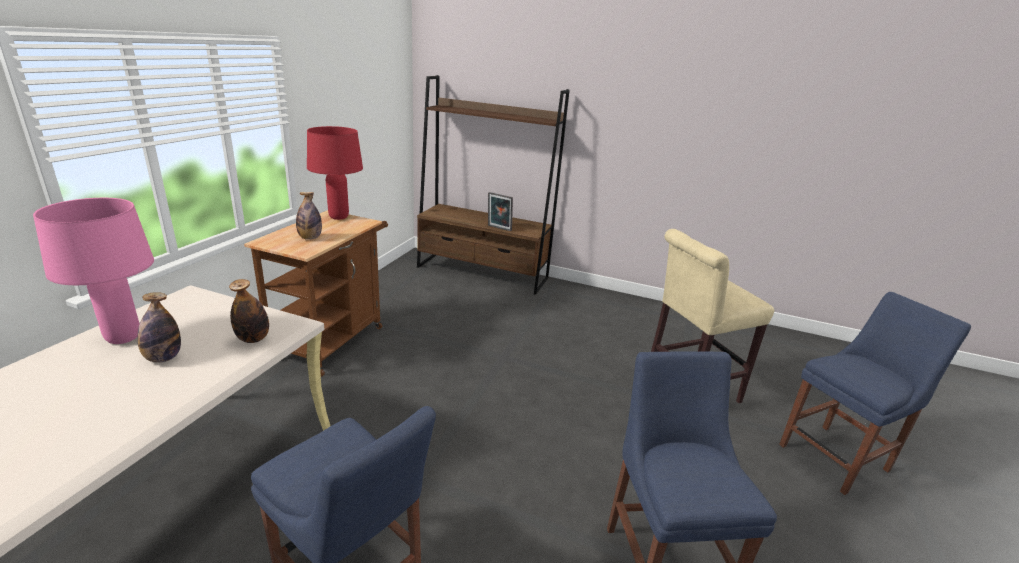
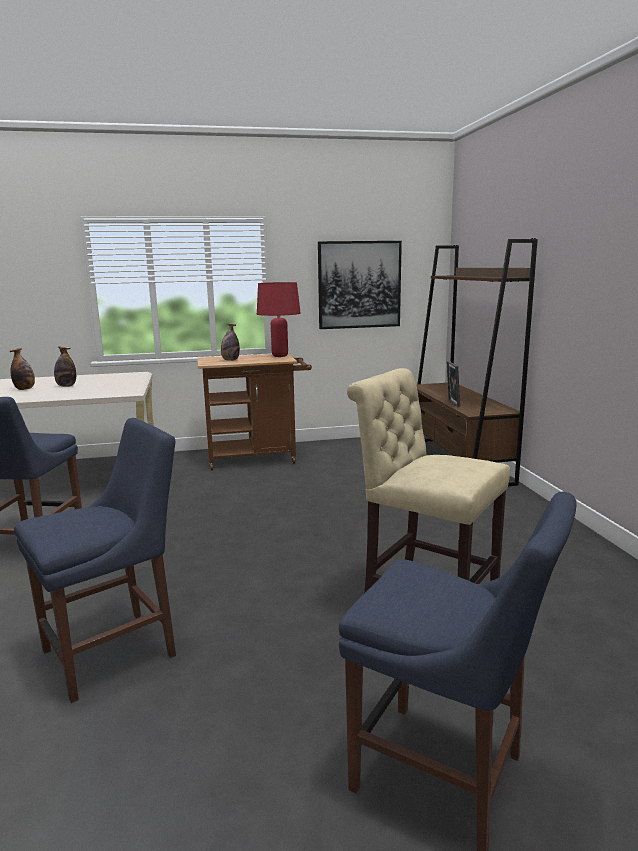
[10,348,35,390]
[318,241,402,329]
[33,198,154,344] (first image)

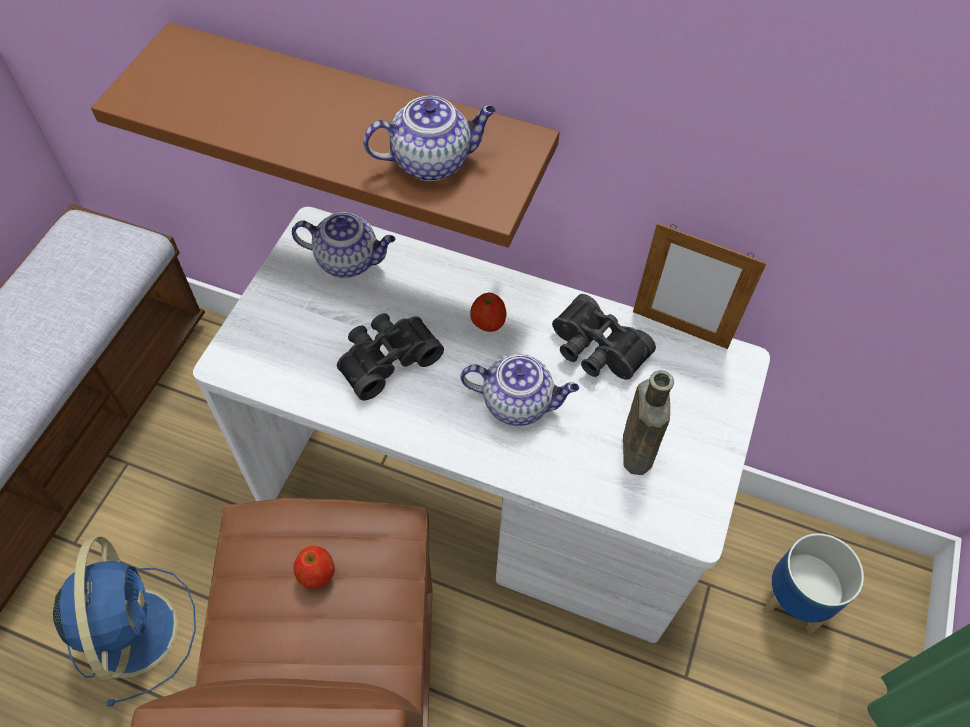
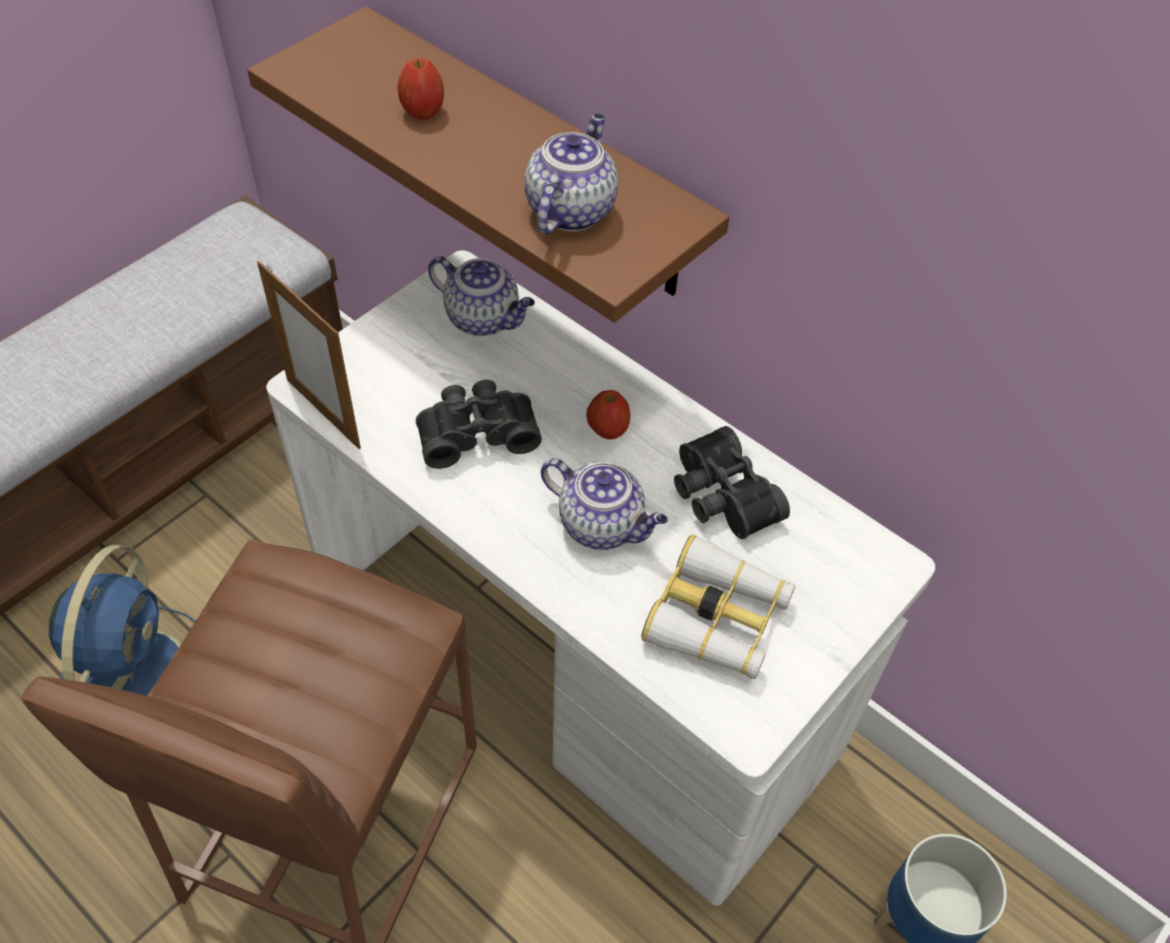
[257,261,361,449]
[398,58,444,120]
[524,114,618,234]
[641,534,795,679]

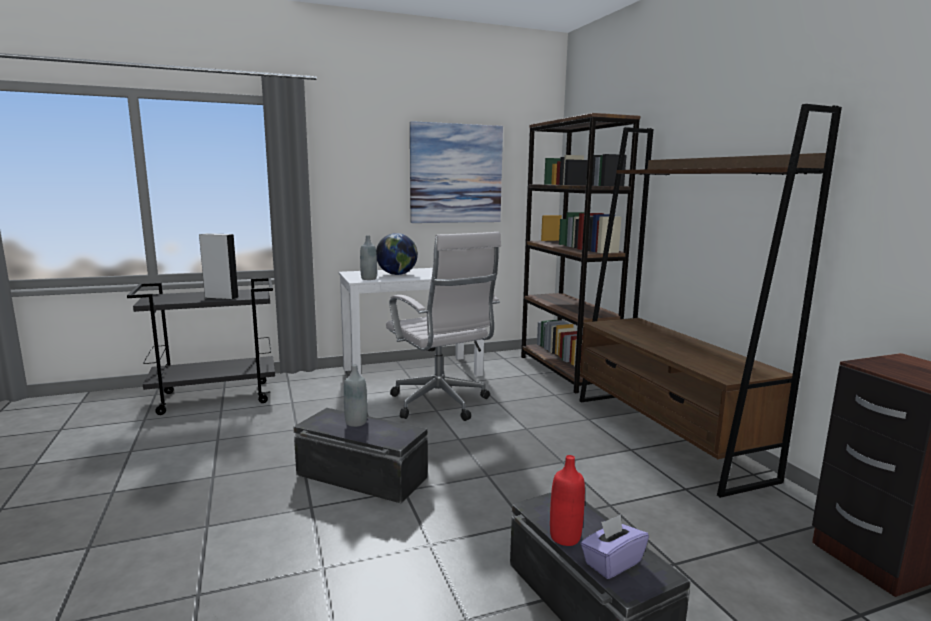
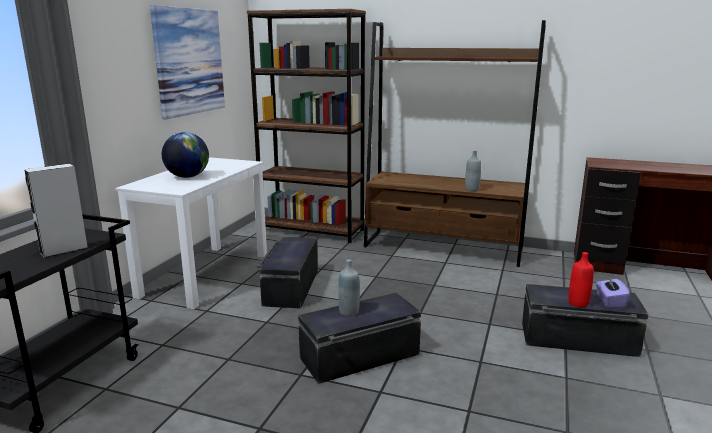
[258,237,318,309]
[465,150,481,191]

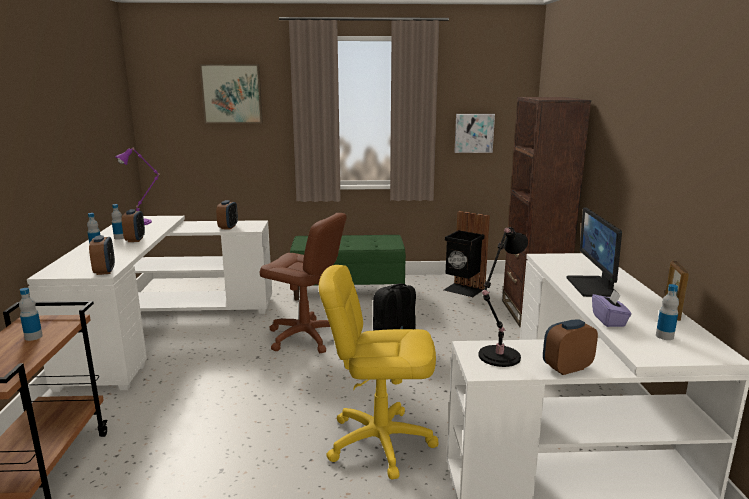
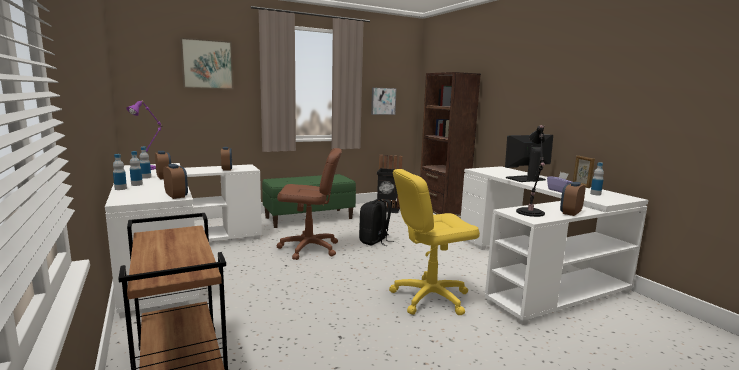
[113,154,127,190]
[505,135,553,182]

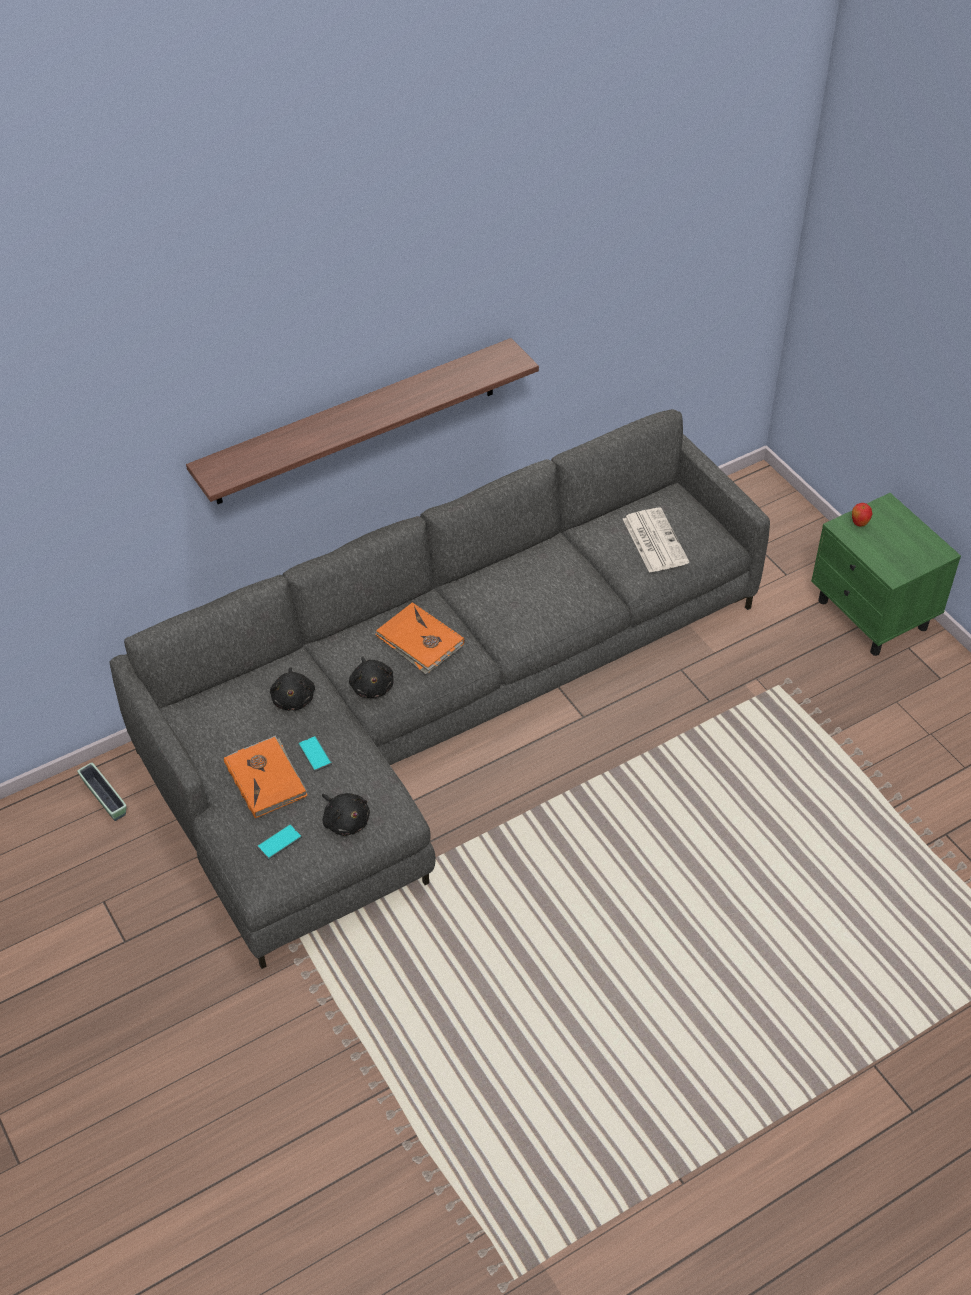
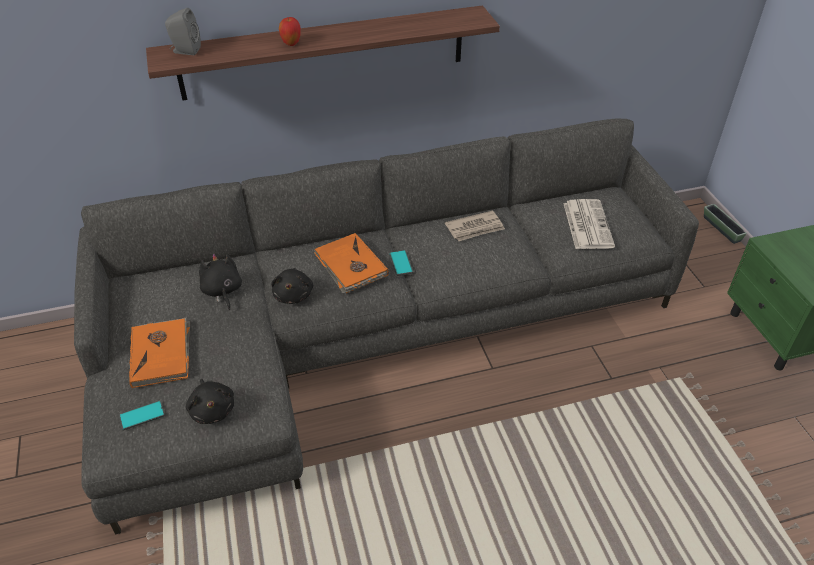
[165,8,201,55]
[199,253,242,310]
[279,17,301,46]
[390,250,413,276]
[445,211,505,241]
[704,204,746,244]

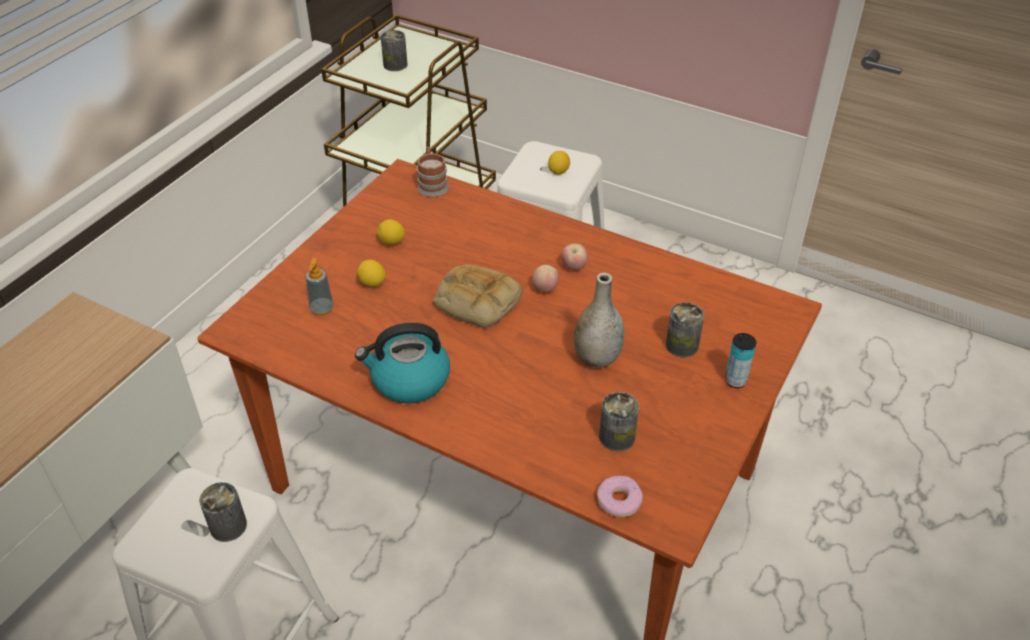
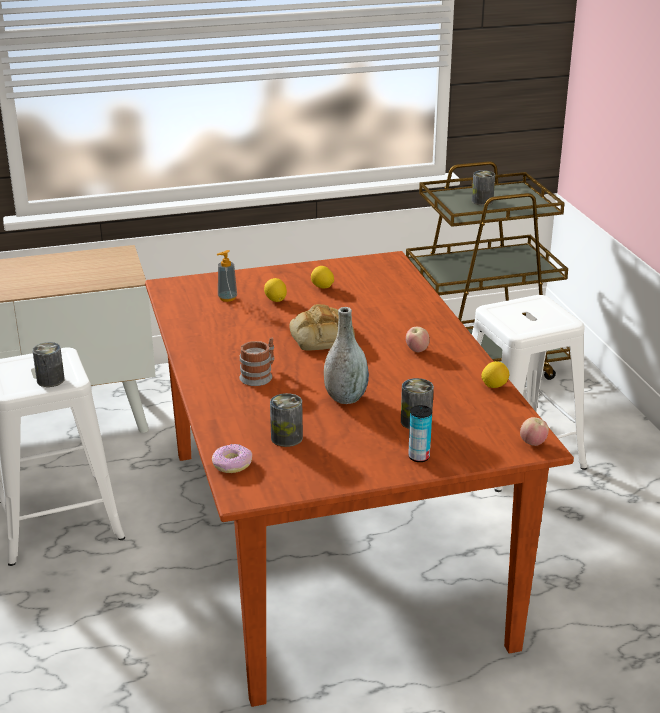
[239,337,274,386]
[481,361,509,388]
[520,417,549,446]
[355,323,450,403] (first image)

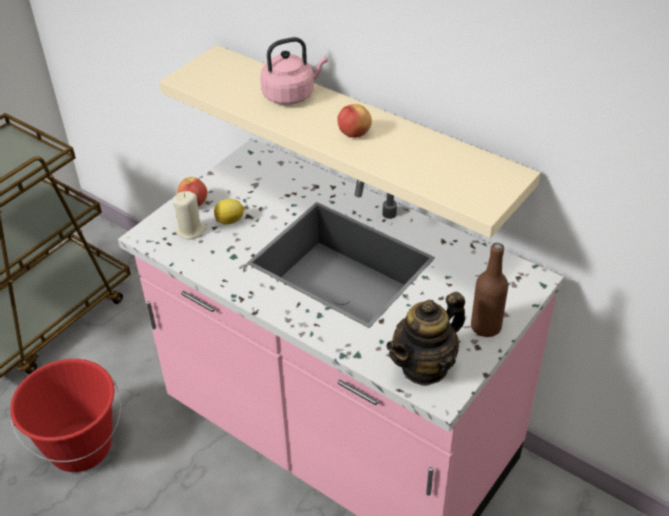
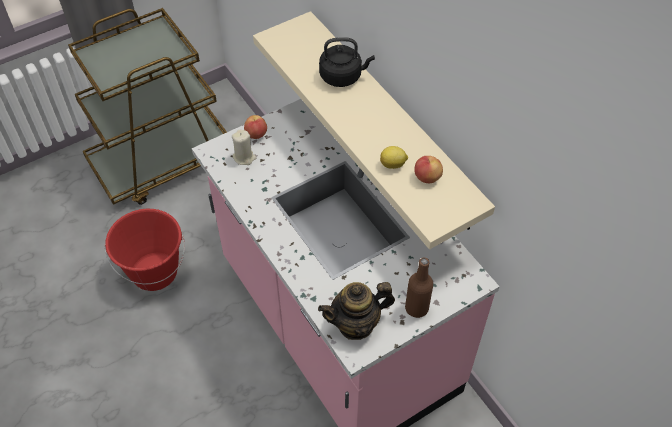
[319,37,375,87]
[380,146,408,169]
[414,156,443,183]

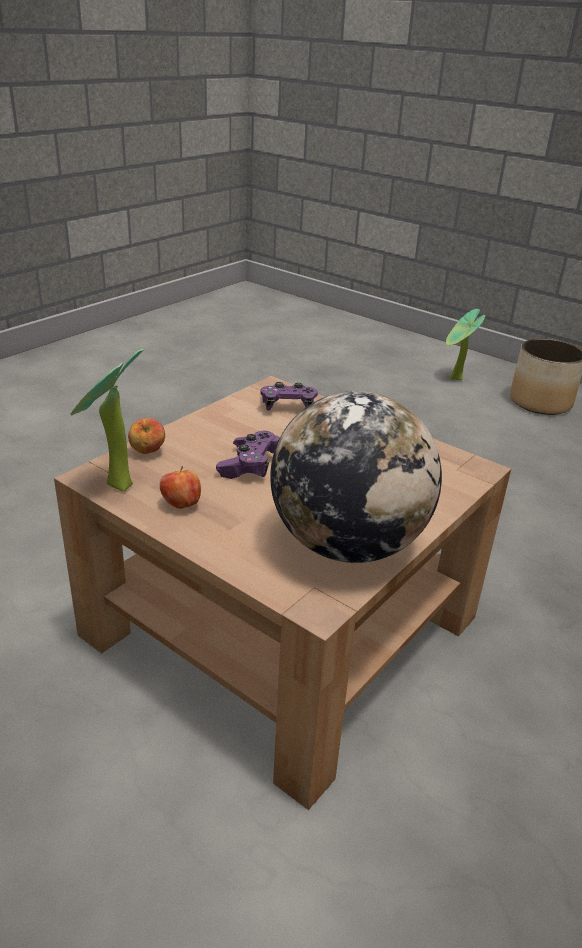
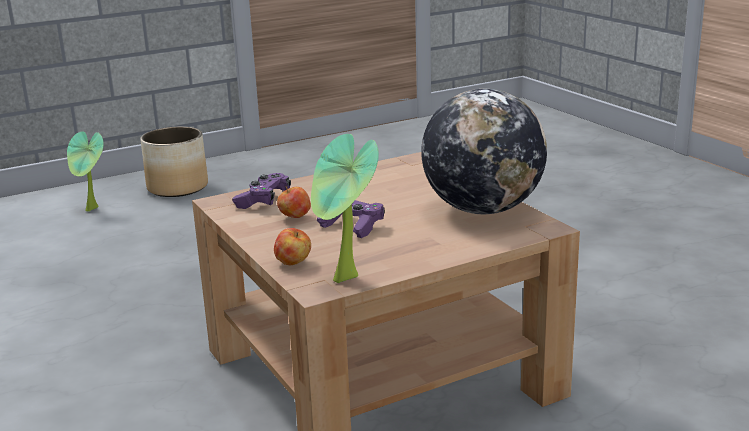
[277,186,311,218]

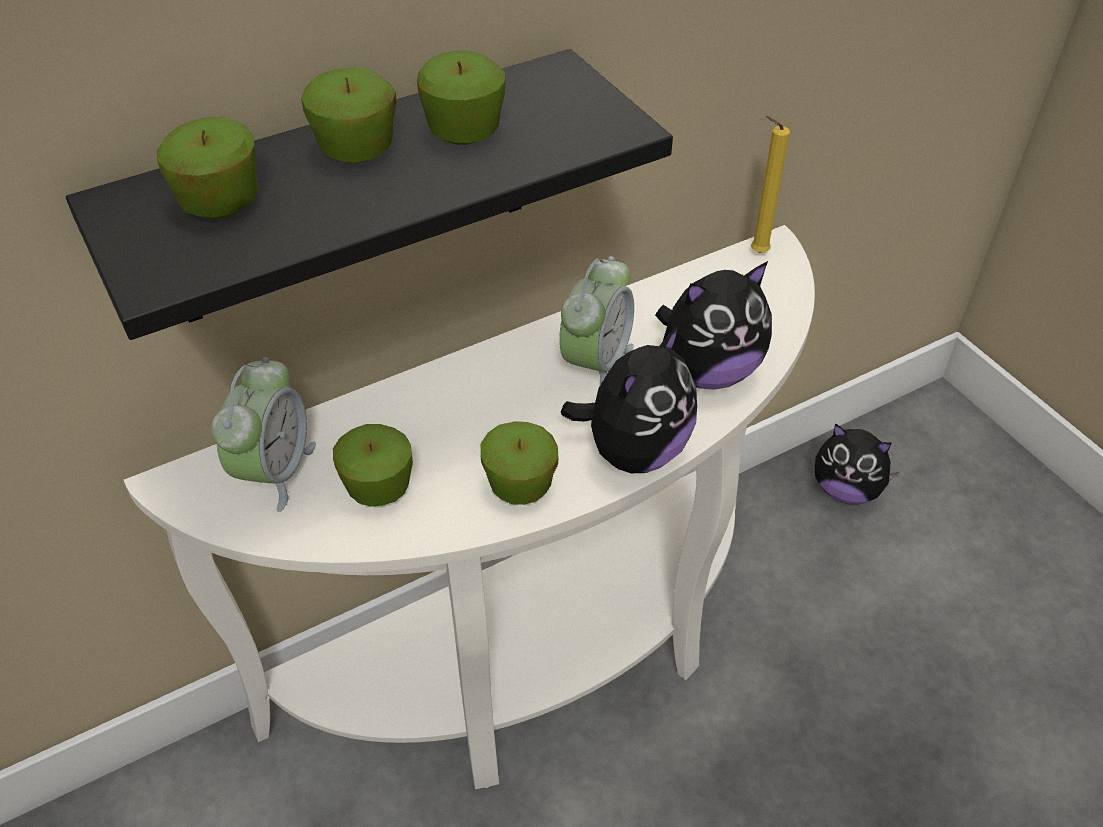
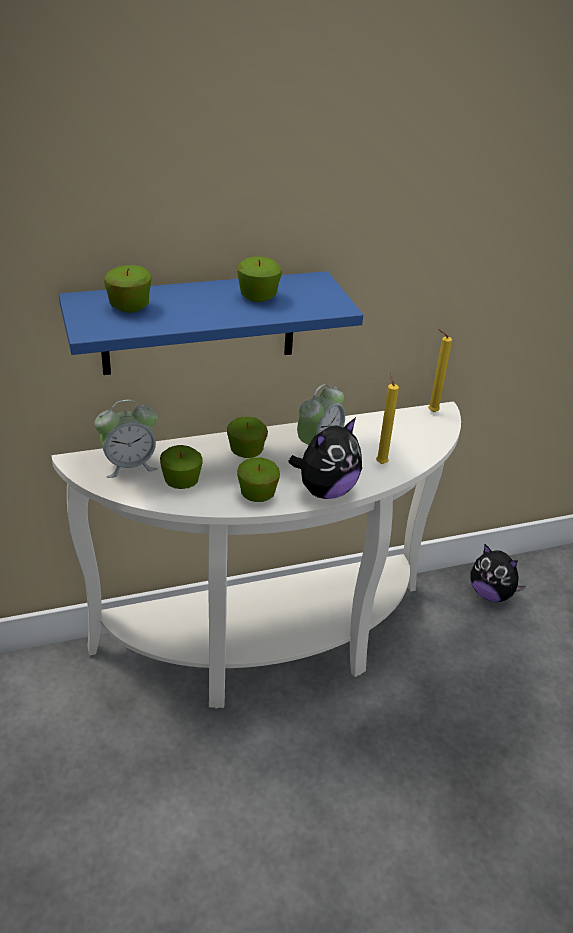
[59,271,363,375]
[95,400,158,478]
[227,417,268,458]
[376,372,399,464]

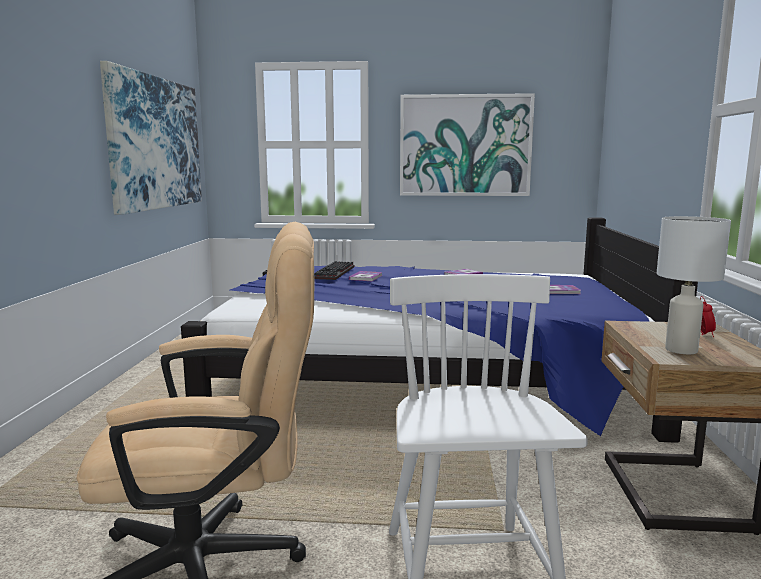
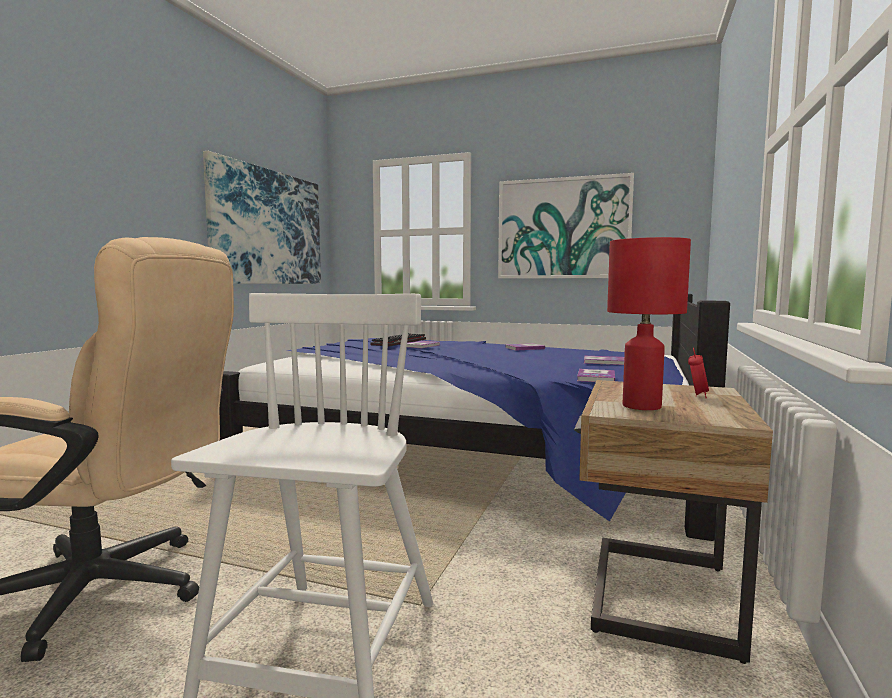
[577,369,615,382]
[607,237,691,410]

